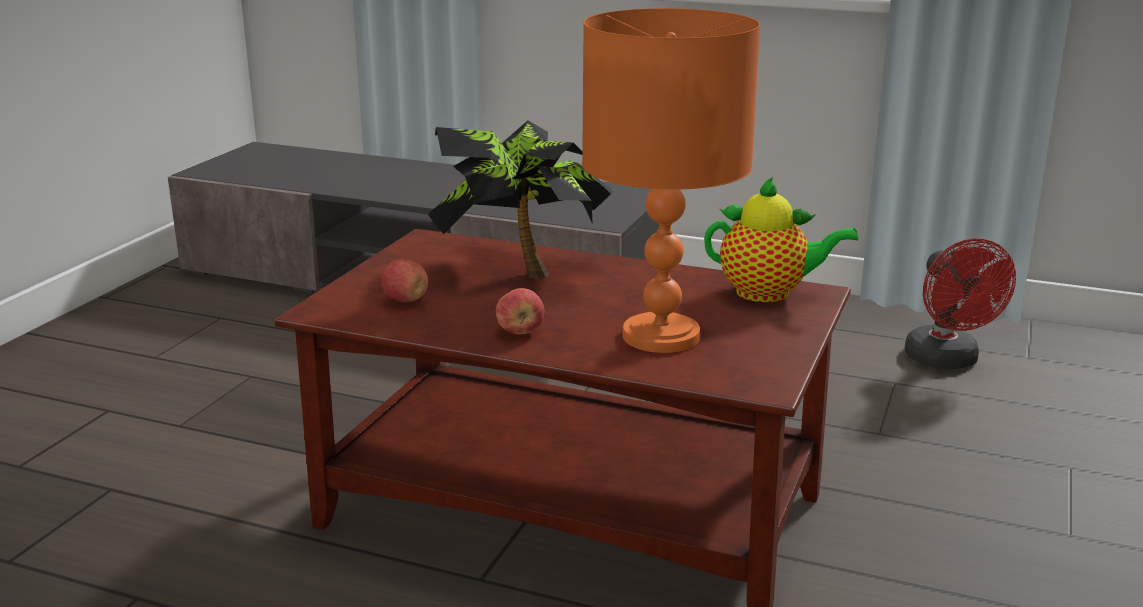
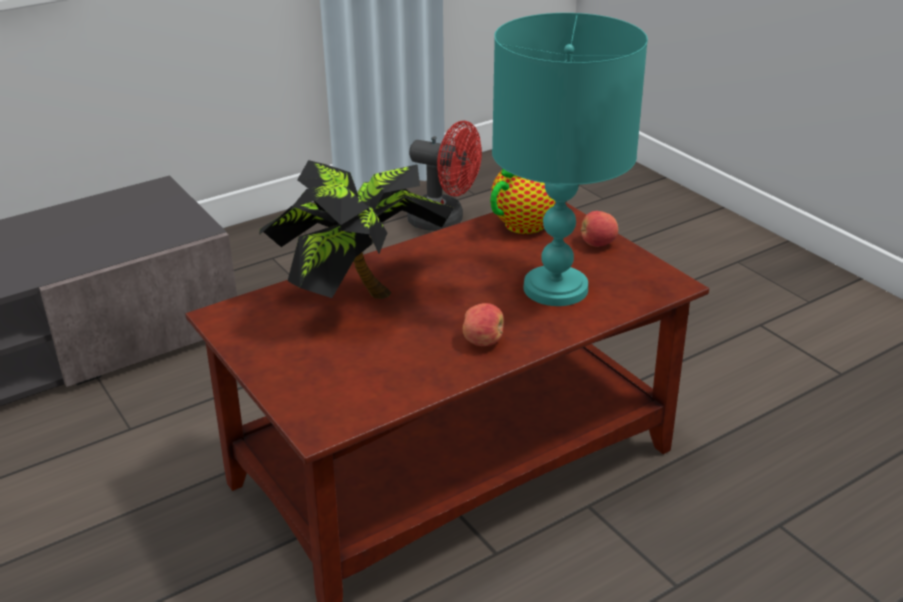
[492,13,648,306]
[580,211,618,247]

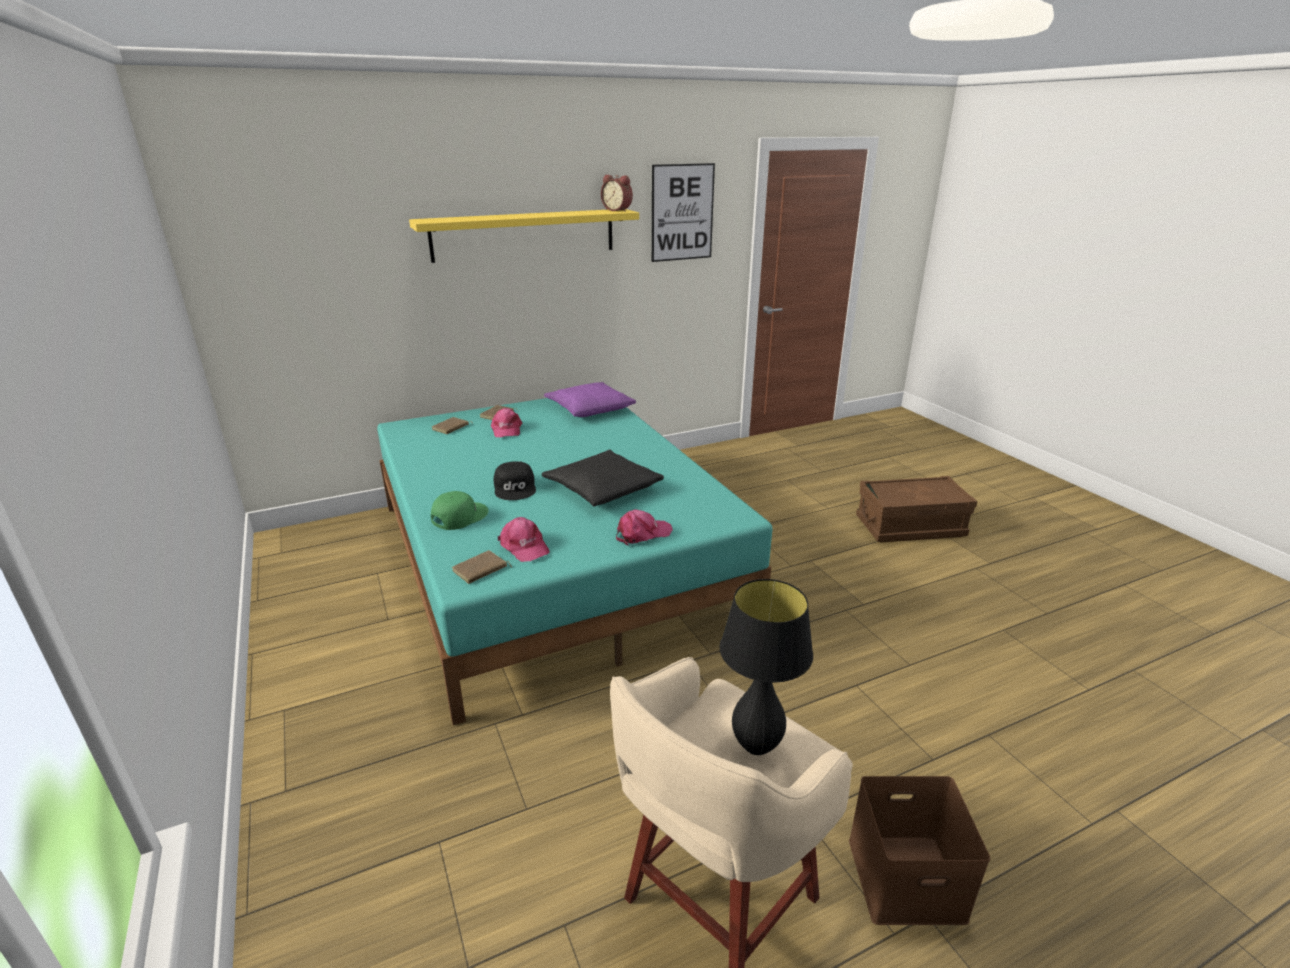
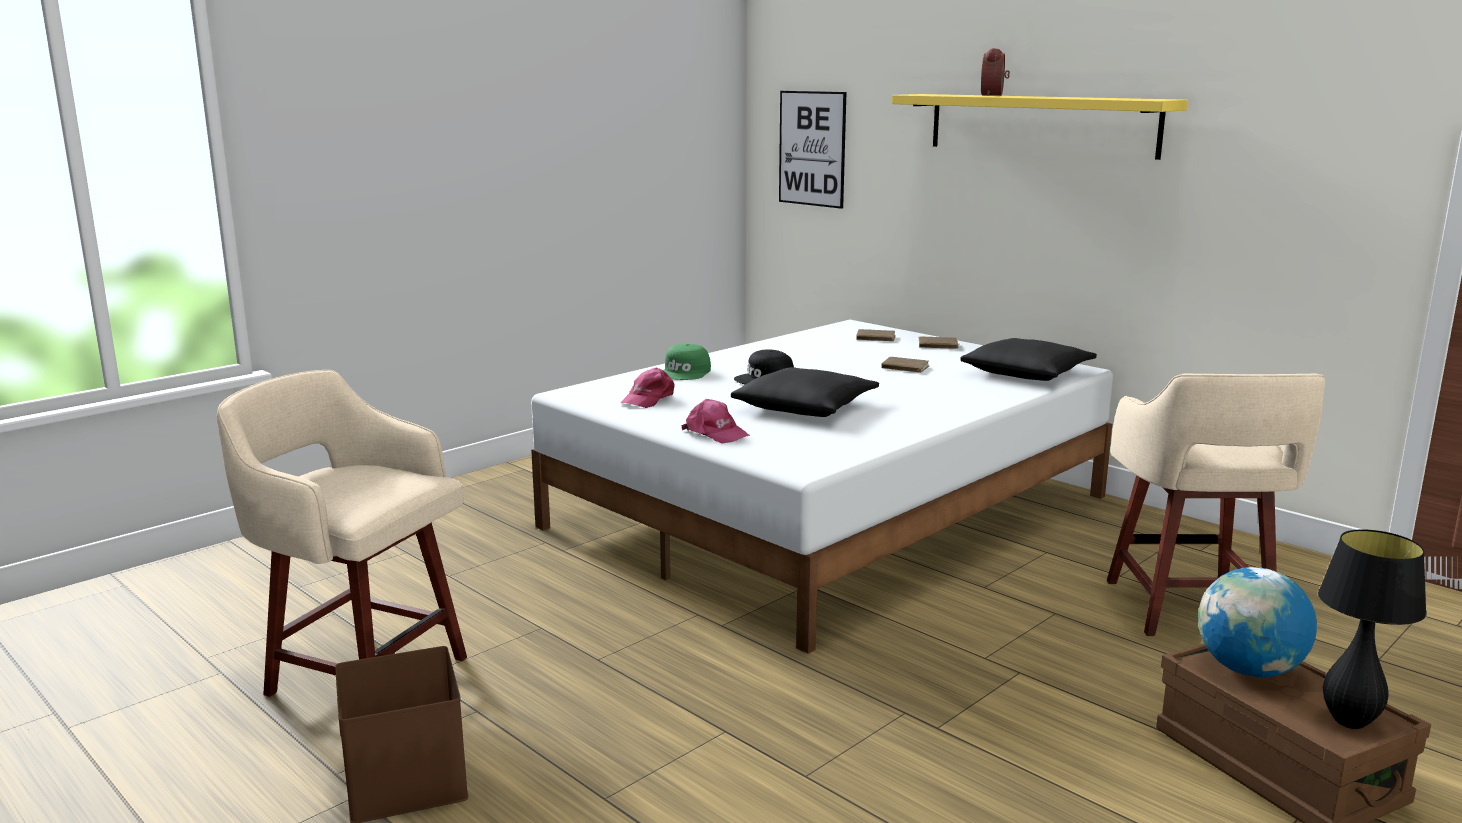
[531,320,1113,654]
[663,344,711,380]
[779,91,846,209]
[881,357,929,373]
[960,338,1097,381]
[981,48,1010,96]
[1107,374,1325,636]
[1198,567,1317,678]
[1318,529,1427,729]
[491,408,522,437] (first image)

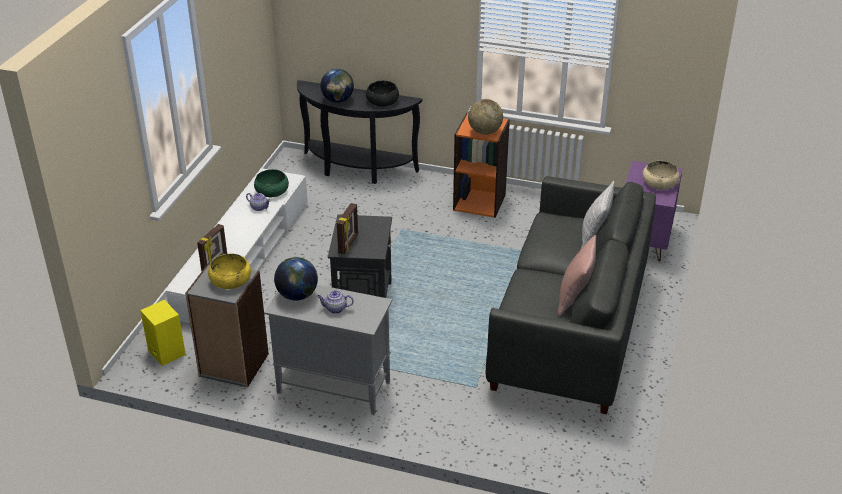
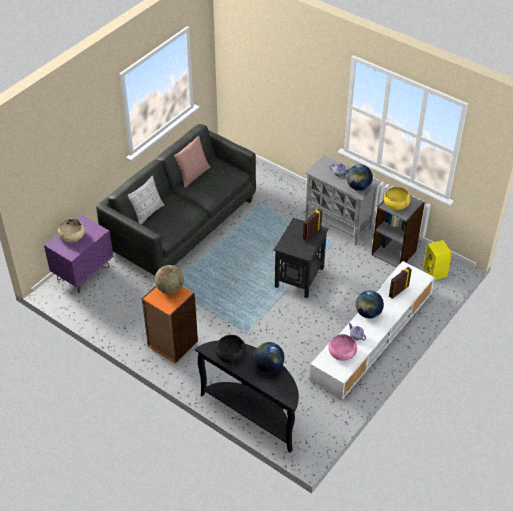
[328,334,357,361]
[356,291,384,318]

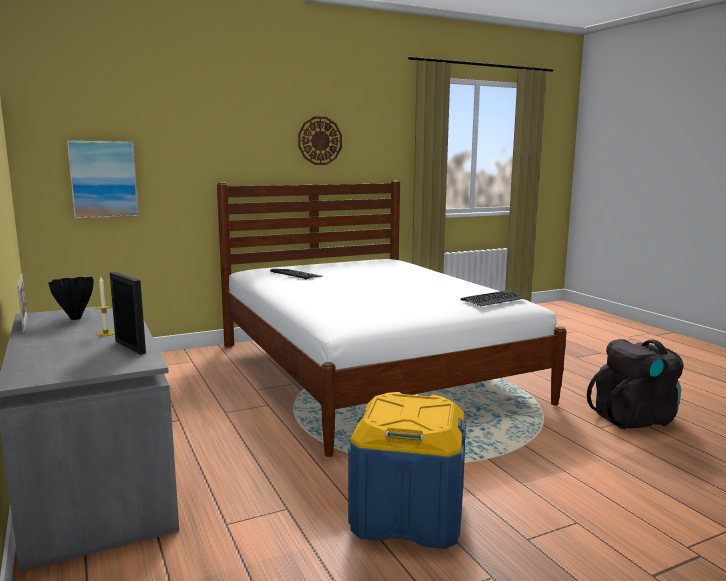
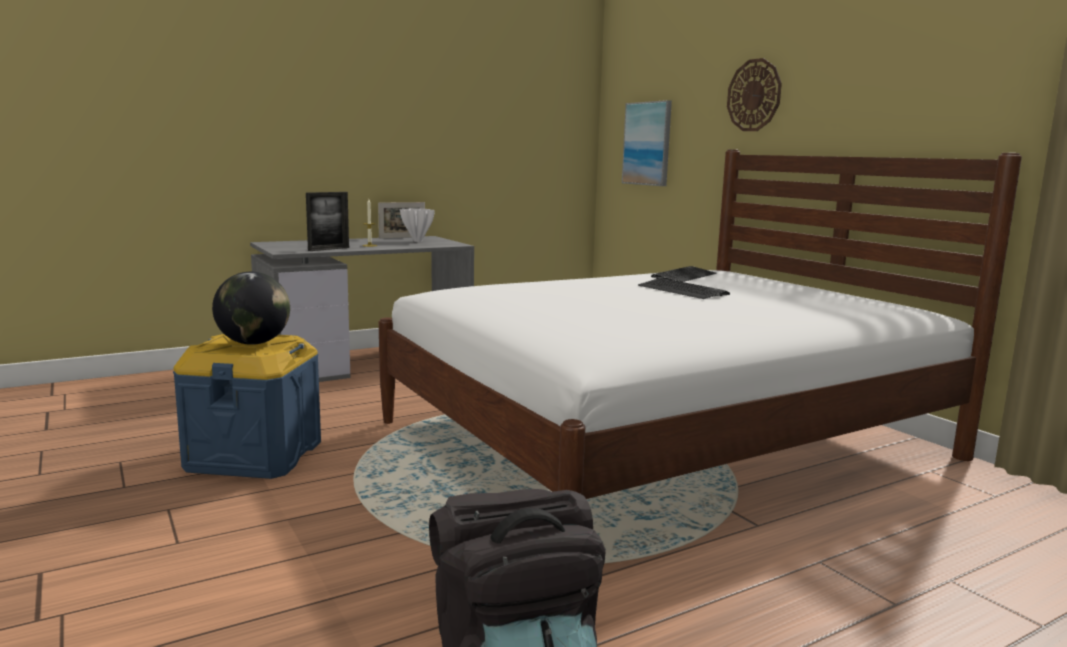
[212,272,290,345]
[400,208,435,242]
[638,278,730,299]
[727,58,782,131]

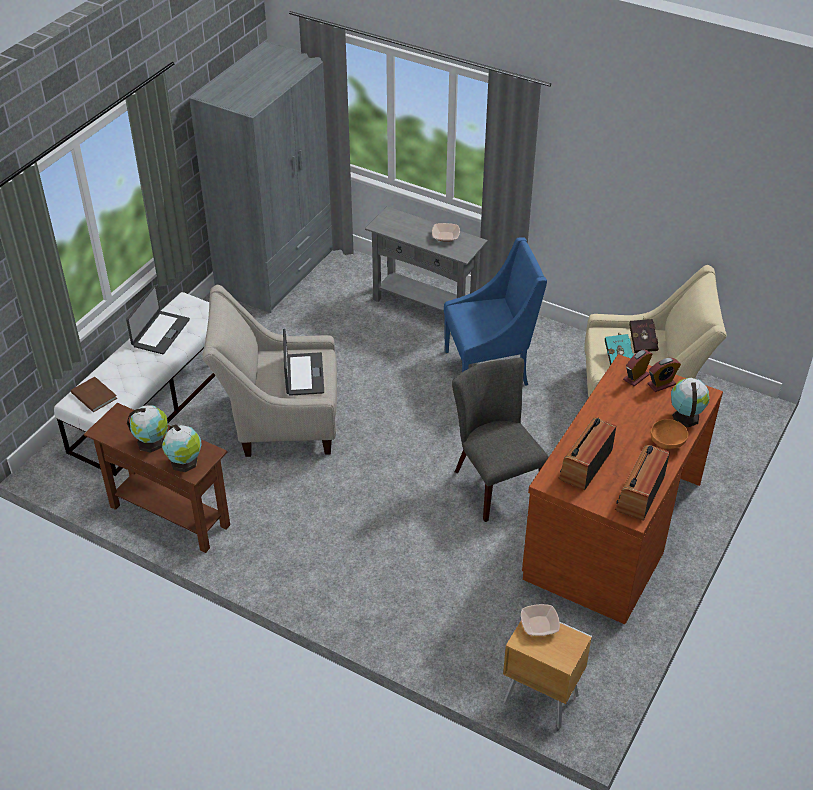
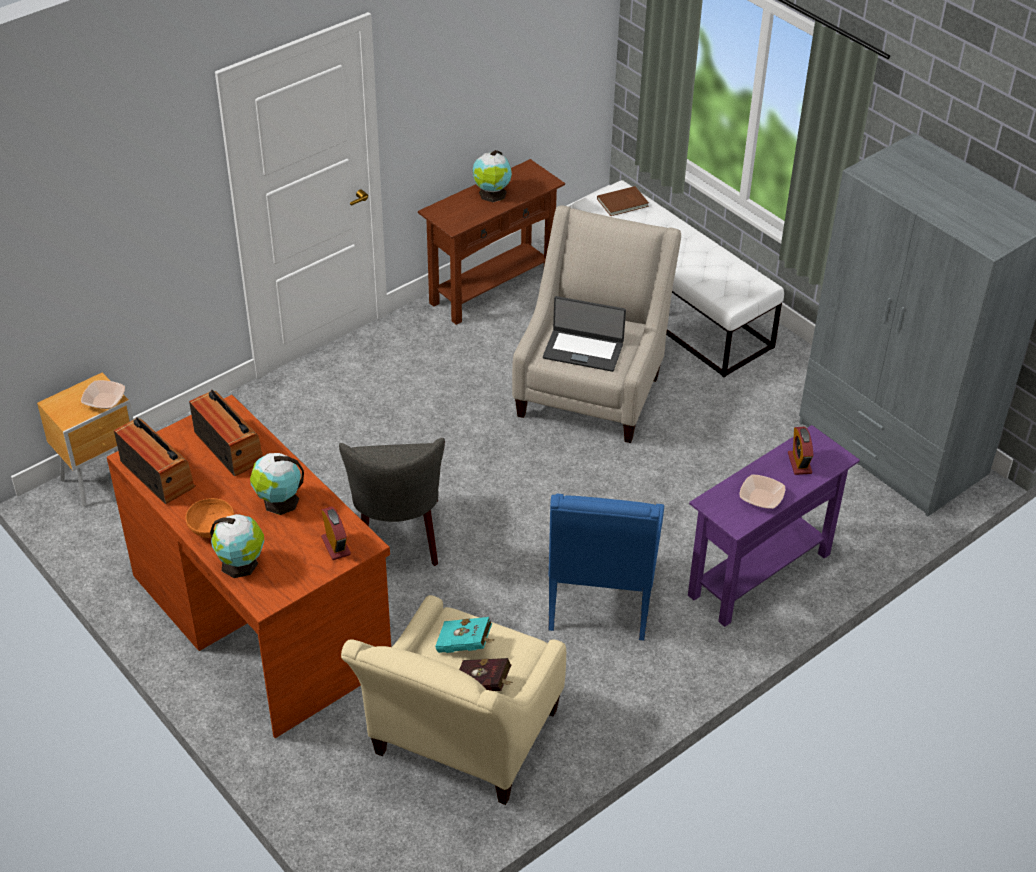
[250,453,304,515]
[339,438,445,566]
[688,425,860,627]
[788,427,814,475]
[126,285,190,354] (first image)

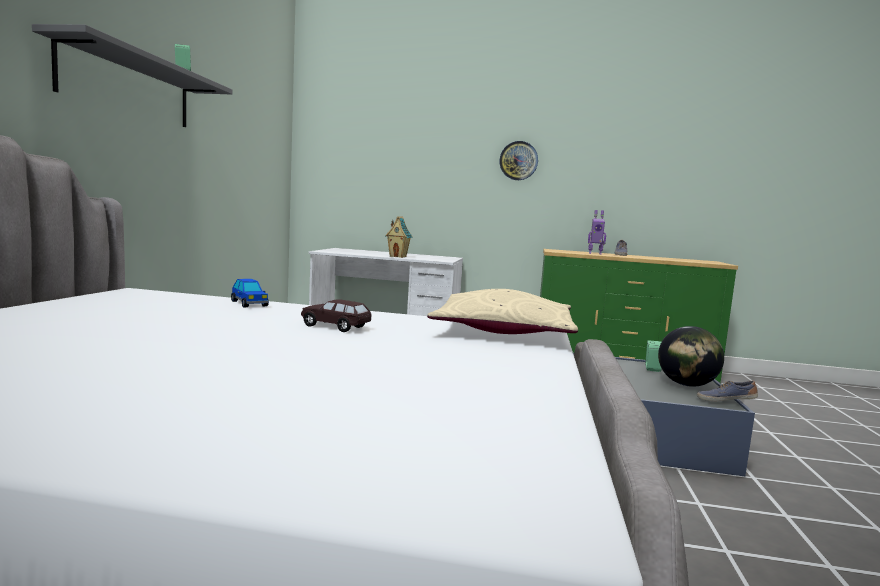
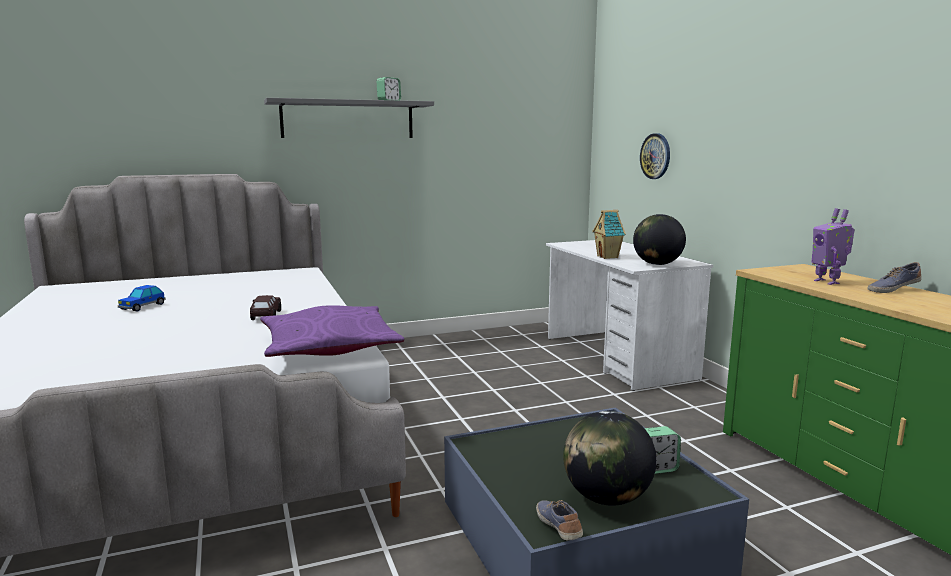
[118,285,166,312]
[260,305,404,357]
[633,214,686,265]
[640,133,670,179]

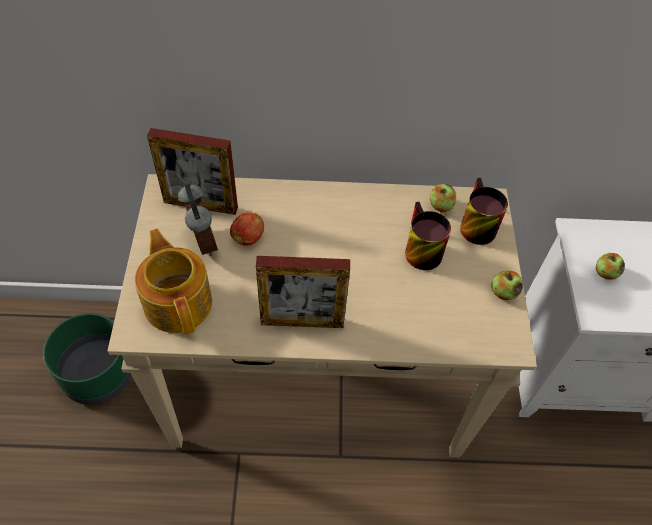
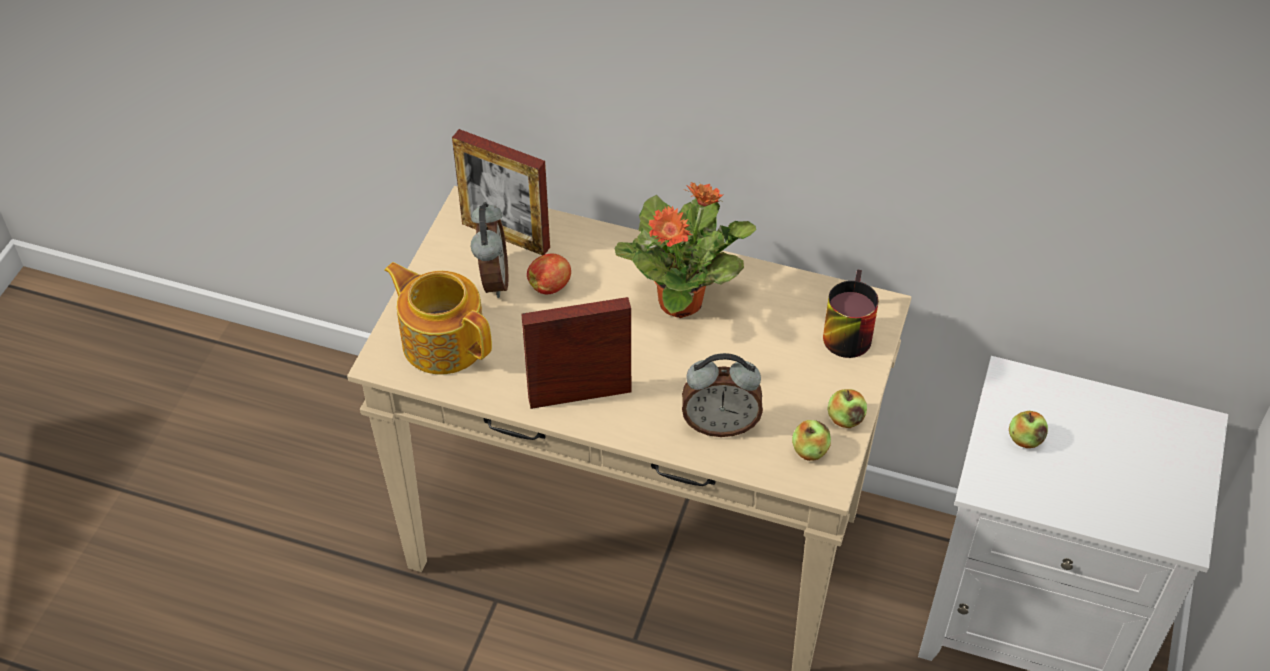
[384,262,492,375]
[521,297,631,409]
[614,182,756,318]
[682,353,763,437]
[792,420,831,461]
[43,313,132,405] (first image)
[405,202,451,270] (first image)

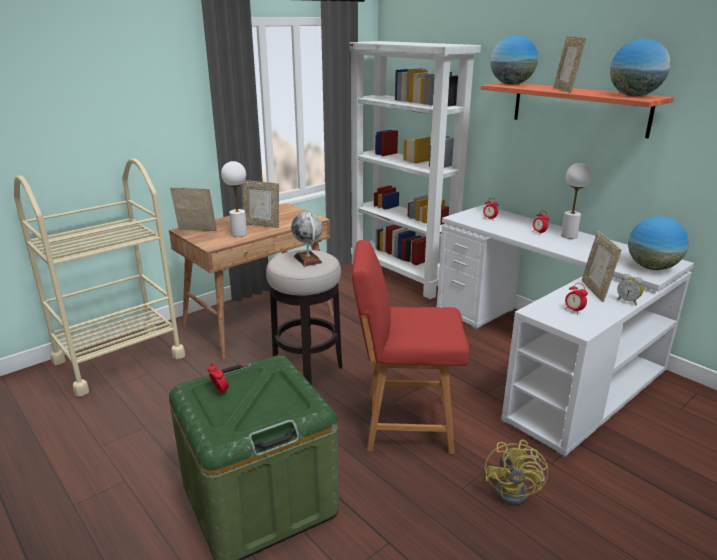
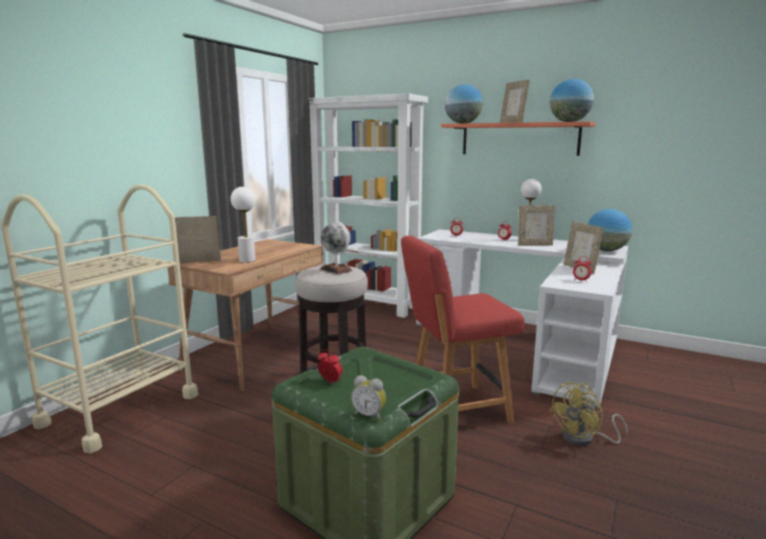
[351,375,386,421]
[518,205,555,246]
[549,382,628,446]

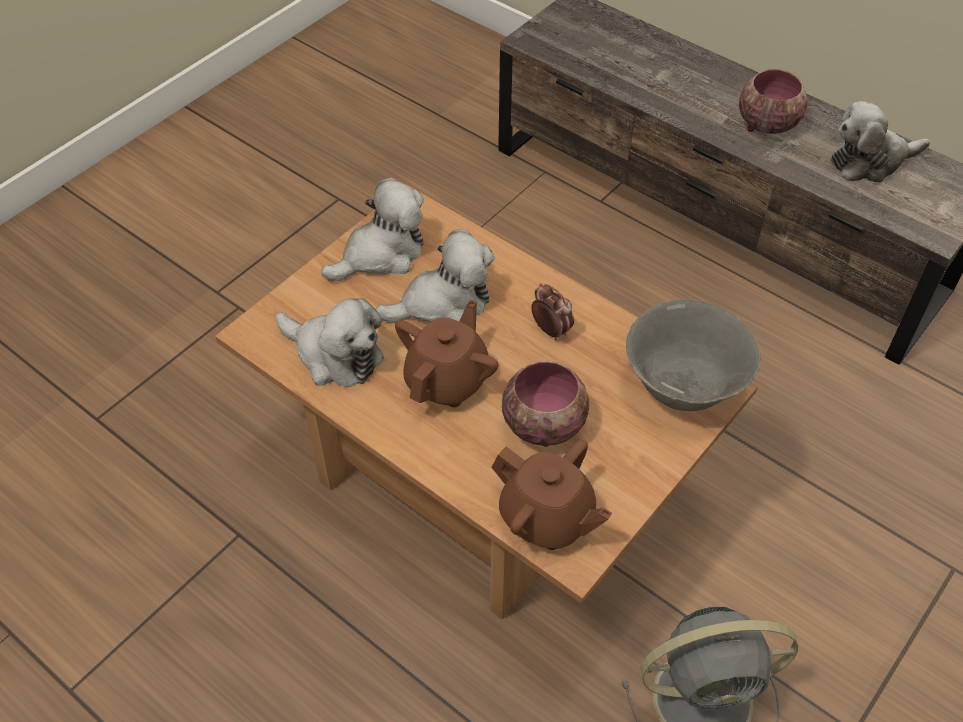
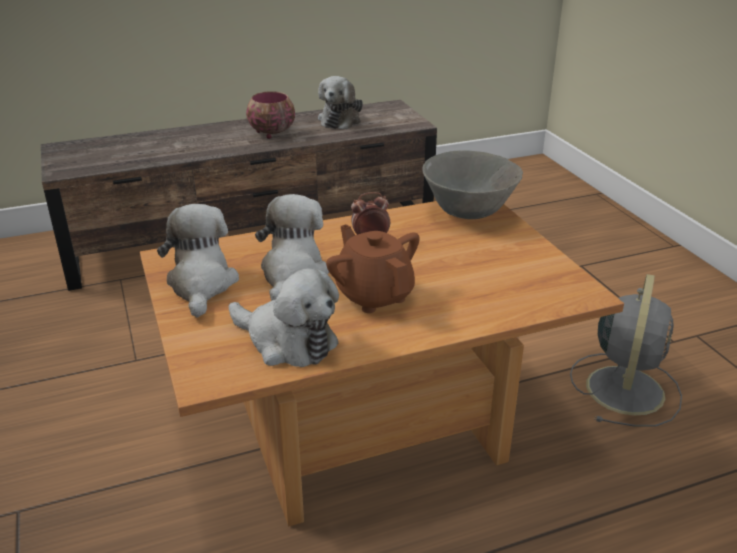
[229,268,339,367]
[491,440,612,550] (first image)
[502,361,589,447] (first image)

